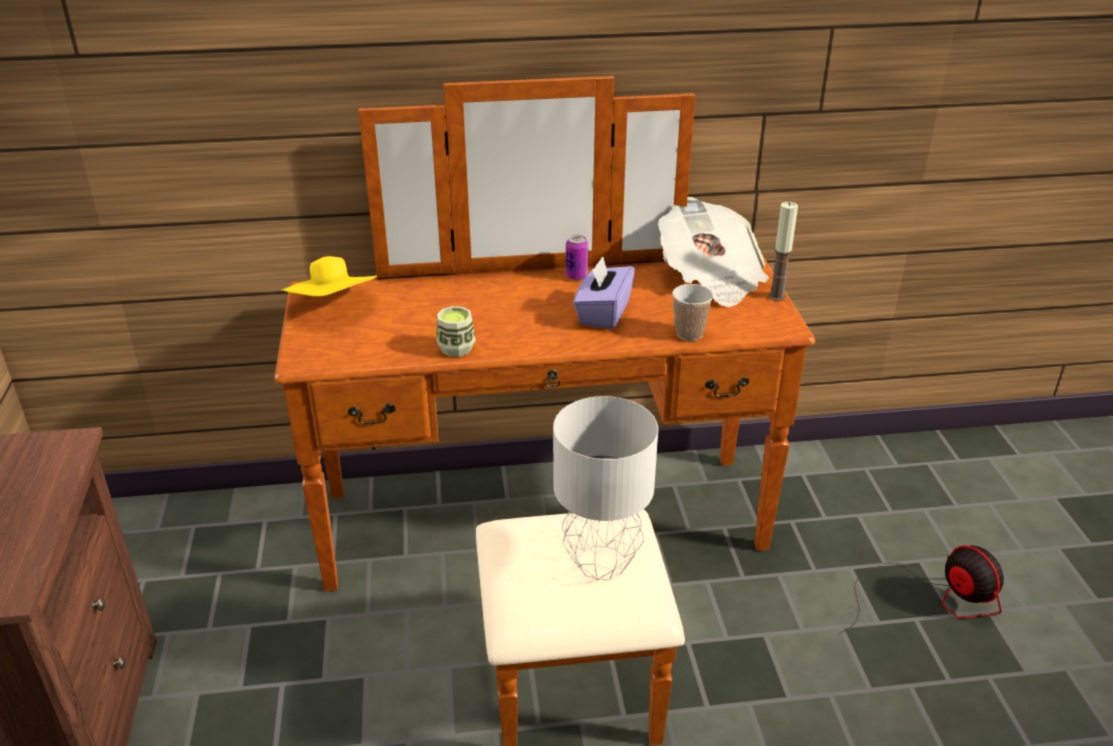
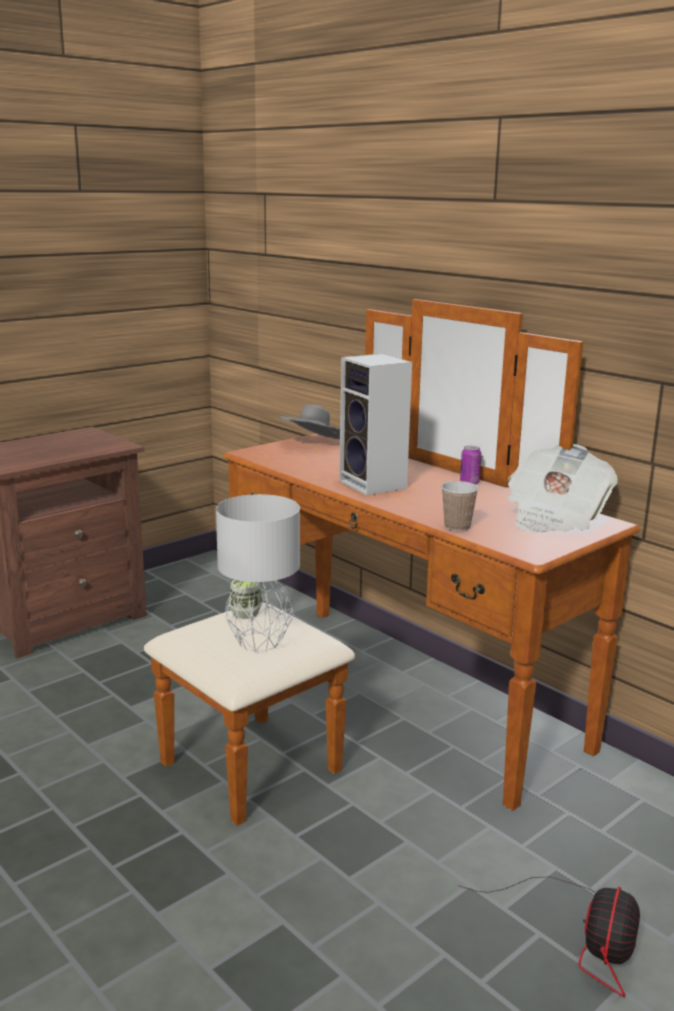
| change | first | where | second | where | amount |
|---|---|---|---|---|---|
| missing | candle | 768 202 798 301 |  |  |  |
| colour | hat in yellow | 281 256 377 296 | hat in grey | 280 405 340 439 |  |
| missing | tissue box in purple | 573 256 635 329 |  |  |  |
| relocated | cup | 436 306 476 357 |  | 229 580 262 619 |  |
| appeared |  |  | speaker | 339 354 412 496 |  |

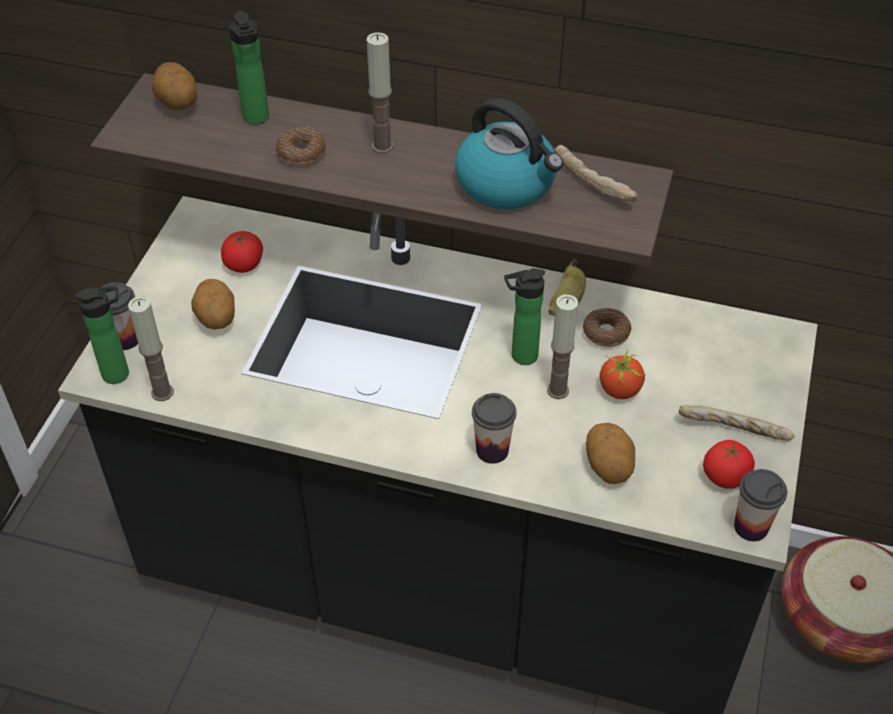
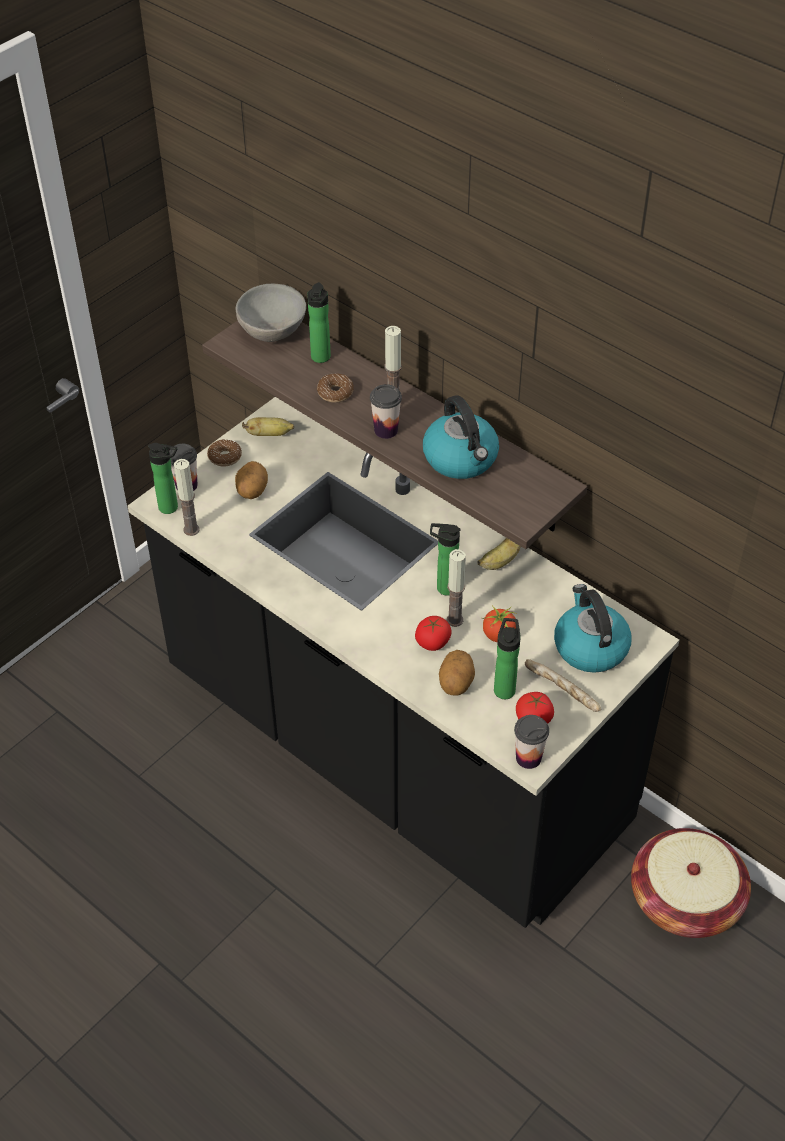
| change | first | where | second | where | amount |
|---|---|---|---|---|---|
| exchanged | potato | 152 62 197 110 | bowl in grey | 236 284 306 342 |  |
| missing | bread | 555 145 638 202 |  |  |  |
| relocated | tomato | 221 231 263 273 |  | 415 616 452 651 |  |
| relocated | donut | 583 308 632 347 |  | 207 439 242 467 |  |
| relocated | cup | 472 393 516 464 |  | 370 384 402 439 |  |
| appeared |  |  | banana | 242 417 294 436 |  |
| appeared |  |  | kettle | 554 584 631 673 |  |
| appeared |  |  | bottle | 494 618 521 699 |  |

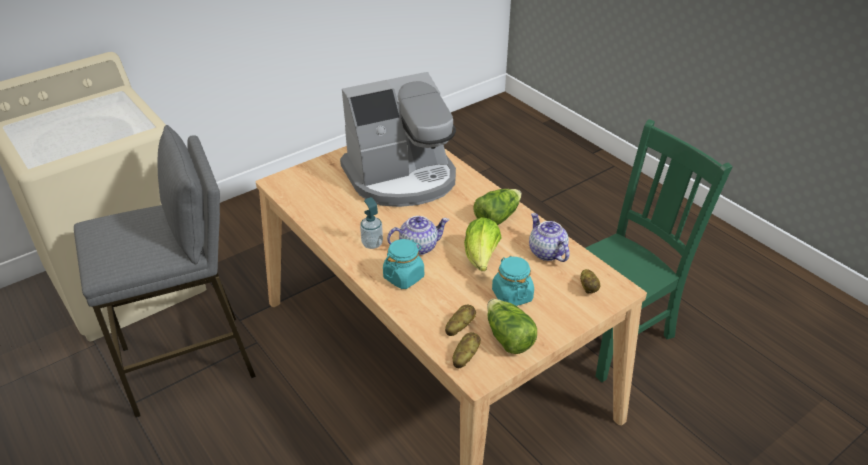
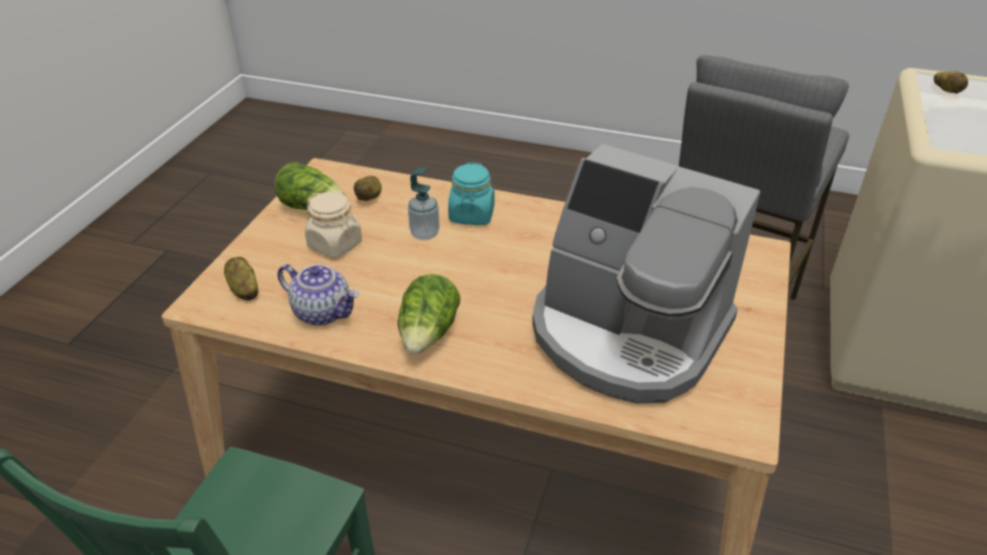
| change | first | where | second | where | amount |
|---|---|---|---|---|---|
| spun | coffee machine | 340 72 456 207 |  | 532 144 761 403 | 90 degrees counterclockwise |
| relocated | soap dispenser | 360 197 383 249 |  | 408 167 440 240 |  |
| missing | teapot | 387 216 449 255 |  |  |  |
| missing | lettuce | 464 217 501 271 |  |  |  |
| colour | jar in turquoise | 492 256 534 306 | jar in beige | 305 192 362 258 |  |
| relocated | potato | 453 332 481 368 |  | 934 71 968 94 |  |

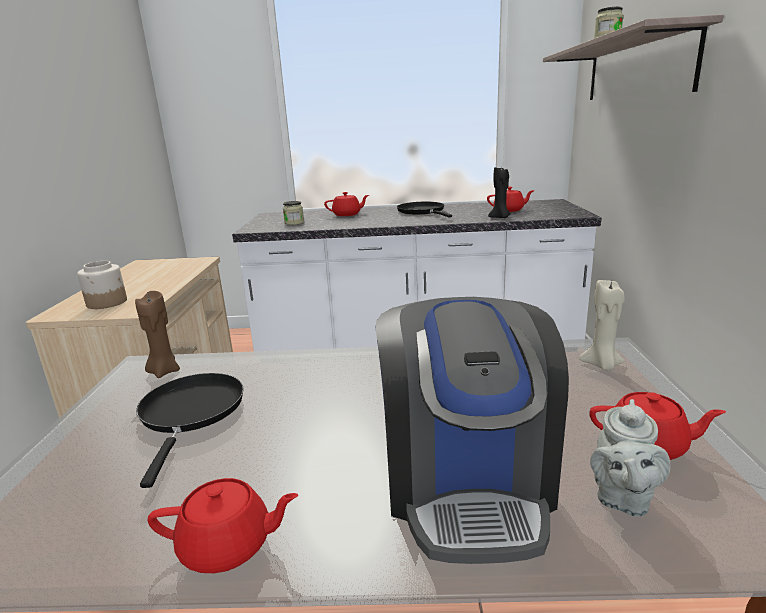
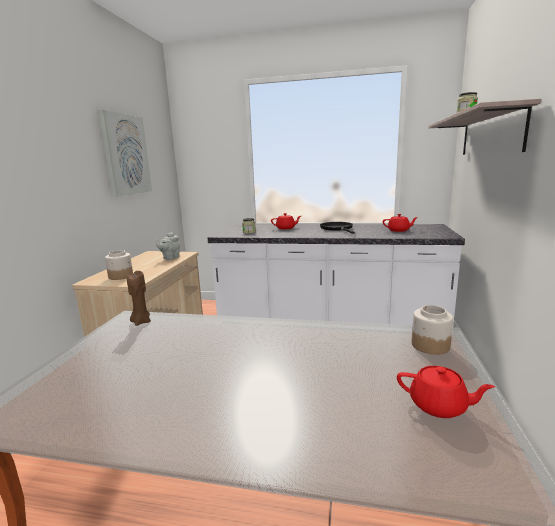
| change | first | where | second | where | amount |
|---|---|---|---|---|---|
| missing | candle in black | 488 167 511 218 |  |  |  |
| exchanged | candle in beige | 579 280 625 370 | jar | 412 305 453 355 |  |
| missing | coffee machine | 376 297 569 564 |  |  |  |
| missing | frying pan in black | 136 373 244 488 |  |  |  |
| relocated | teapot in grey | 590 399 670 517 |  | 156 232 180 260 |  |
| missing | teapot in red | 148 478 298 573 |  |  |  |
| appeared |  |  | picture | 98 110 152 197 |  |

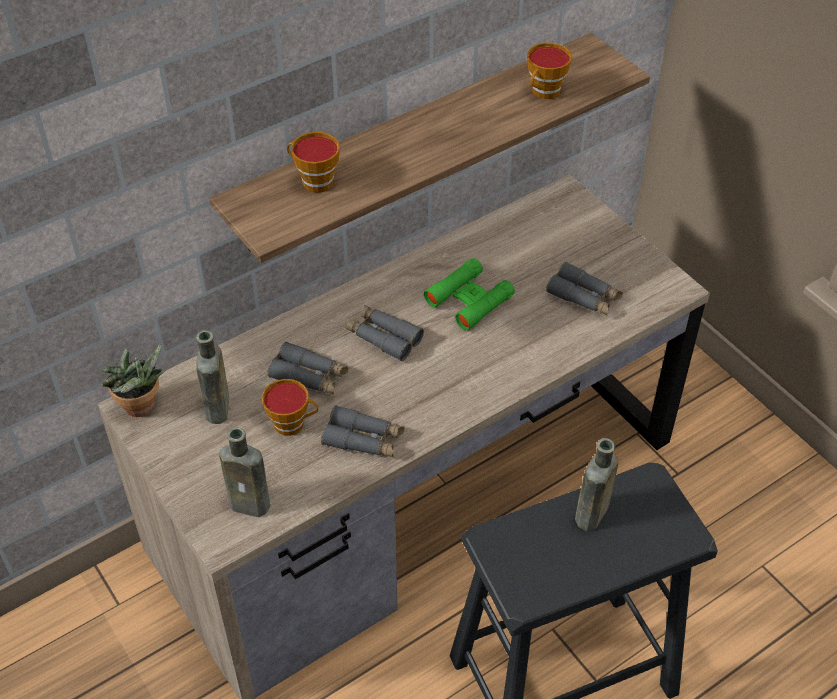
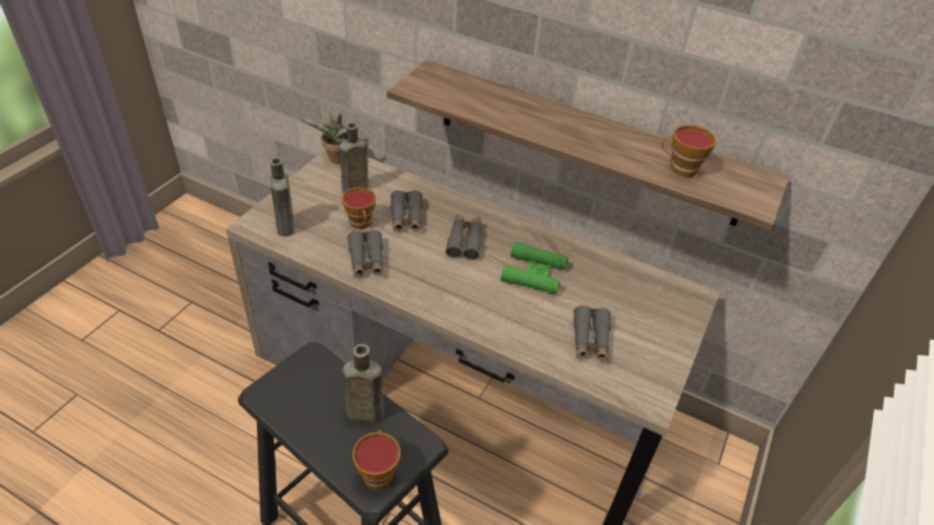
| change | first | where | second | where | amount |
|---|---|---|---|---|---|
| relocated | cup | 287 132 340 193 |  | 352 430 401 490 |  |

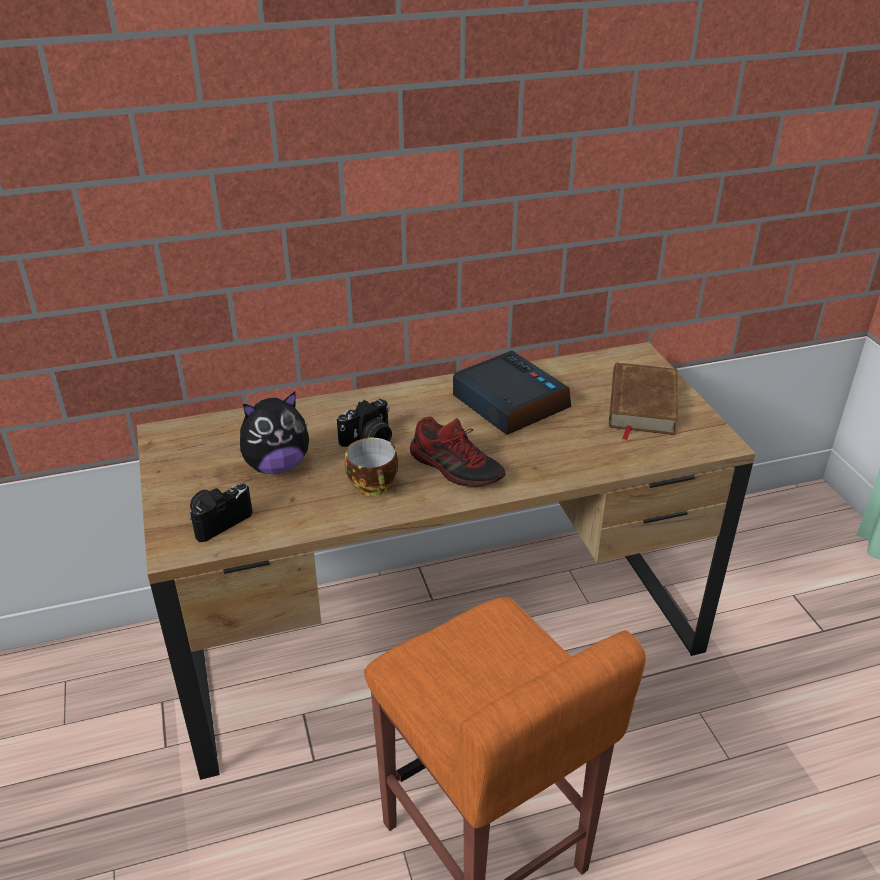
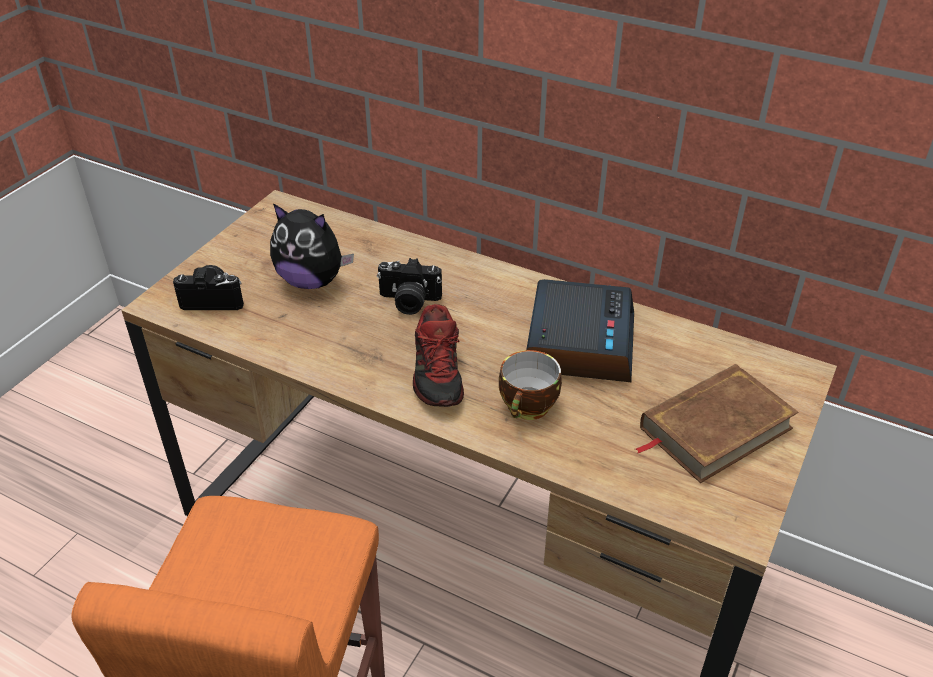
| change | first | where | second | where | amount |
|---|---|---|---|---|---|
| relocated | cup | 345 438 398 496 |  | 499 350 562 420 |  |

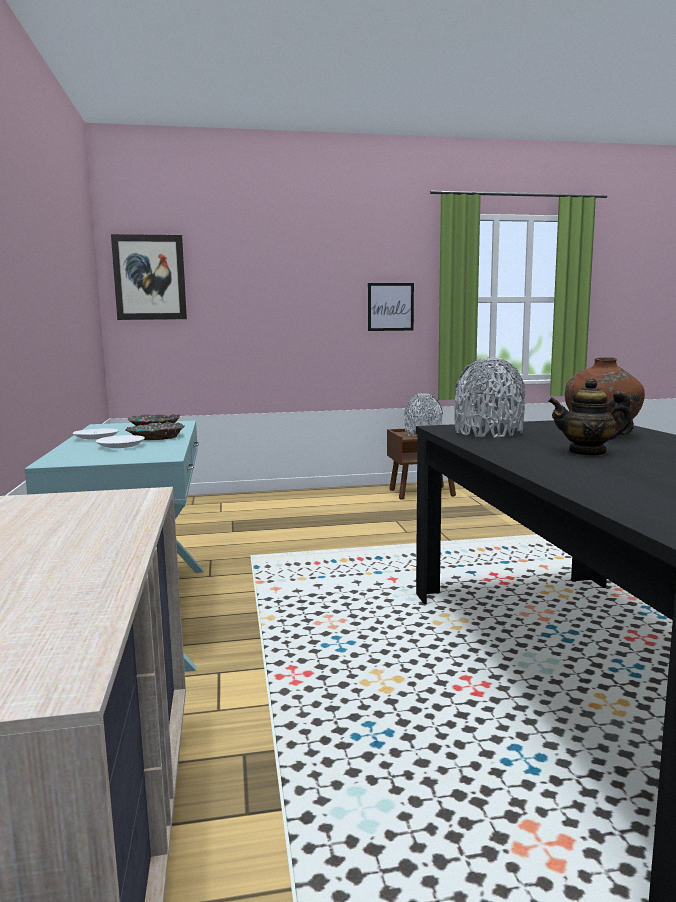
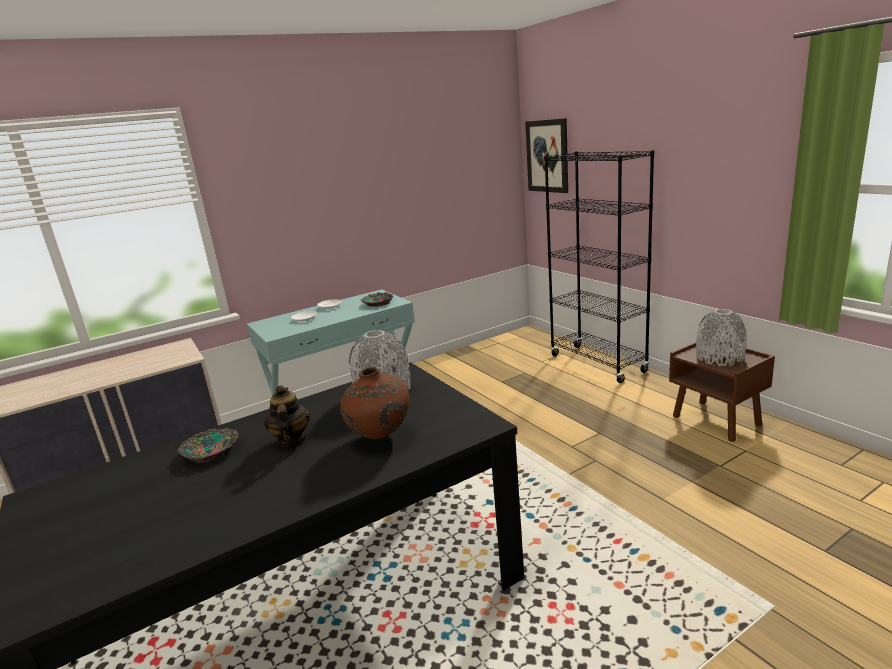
| change | first | where | second | where | amount |
|---|---|---|---|---|---|
| missing | picture | 368 283 414 331 |  |  |  |
| relocated | bowl | 126 422 185 440 |  | 177 428 239 463 |  |
| appeared |  |  | bookcase in black | 544 150 654 383 |  |

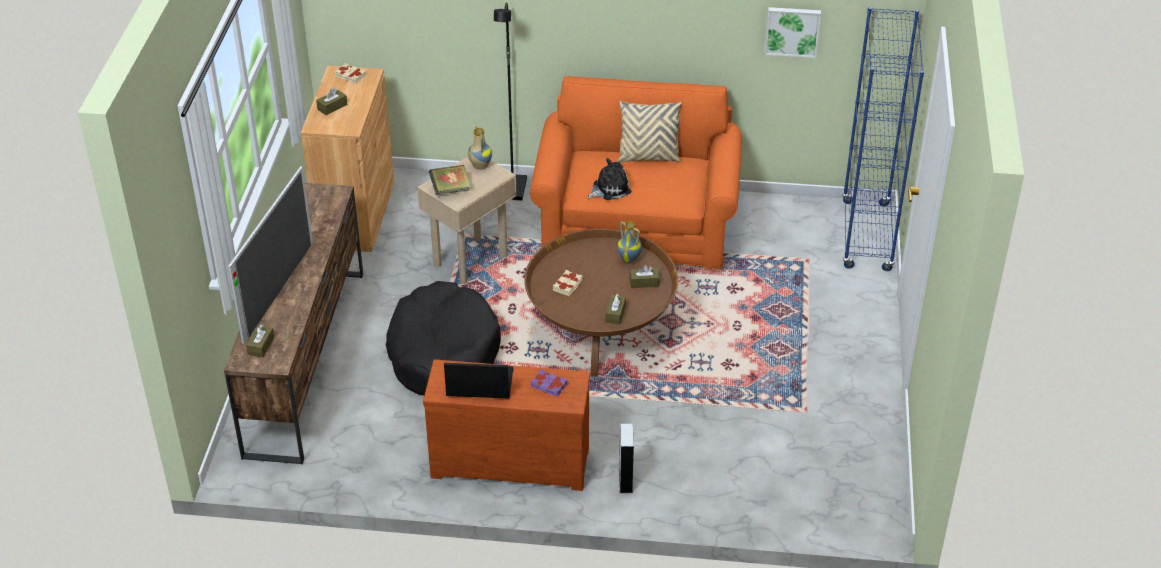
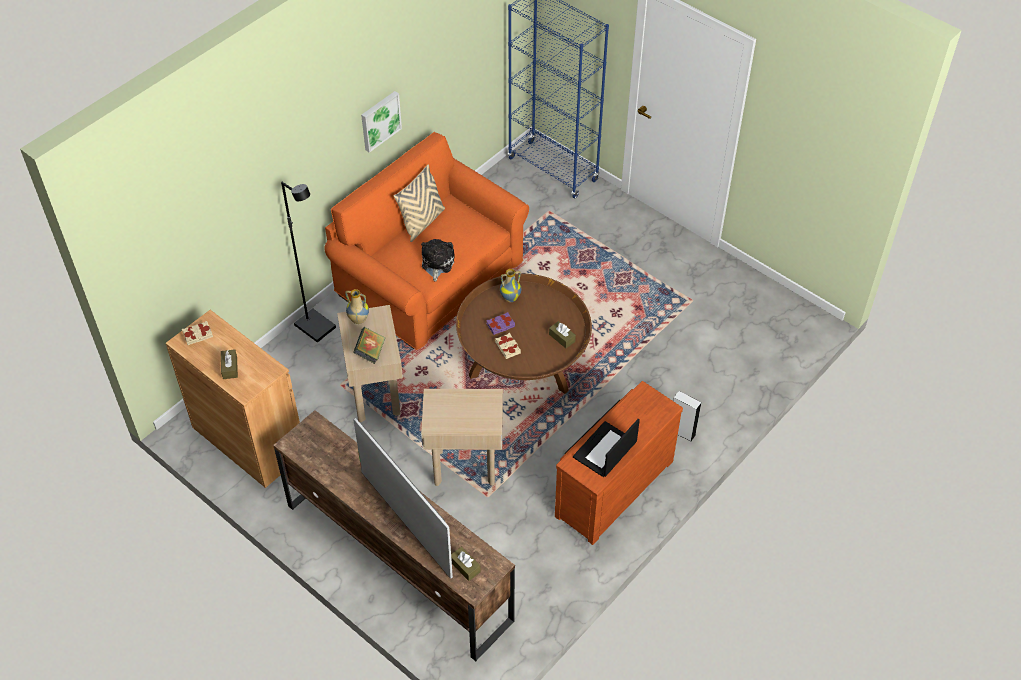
| change | first | where | second | where | amount |
|---|---|---|---|---|---|
| relocated | picture | 765 7 821 58 |  | 361 91 402 153 |  |
| missing | tissue box in brown | 629 265 660 288 |  |  |  |
| exchanged | dog bed in black | 386 281 501 396 | side table in beige | 421 389 503 486 |  |
| relocated | book in purple | 531 369 567 397 |  | 486 312 515 335 |  |

